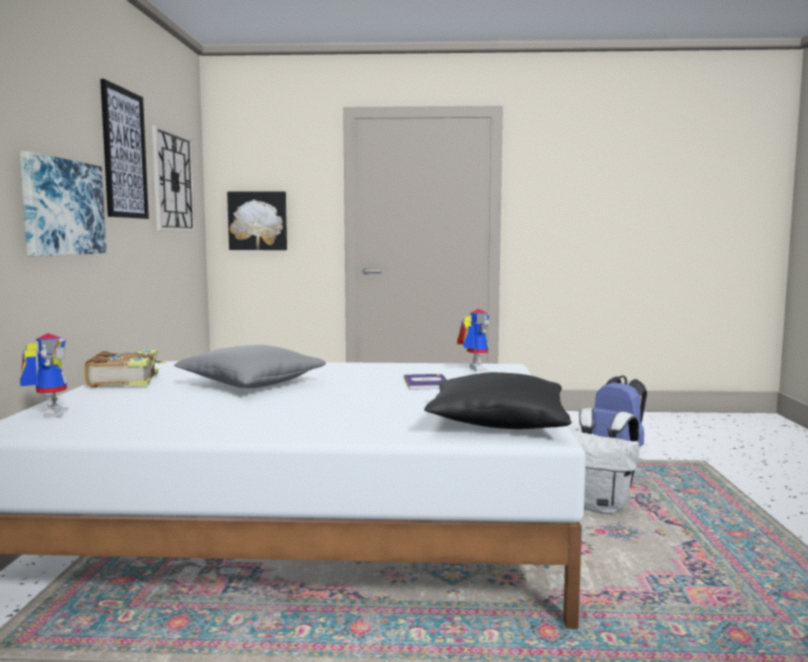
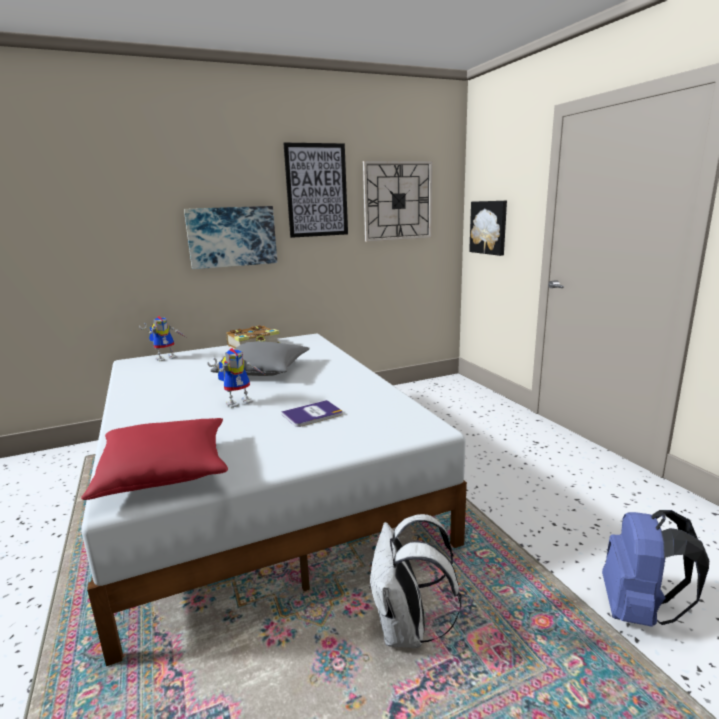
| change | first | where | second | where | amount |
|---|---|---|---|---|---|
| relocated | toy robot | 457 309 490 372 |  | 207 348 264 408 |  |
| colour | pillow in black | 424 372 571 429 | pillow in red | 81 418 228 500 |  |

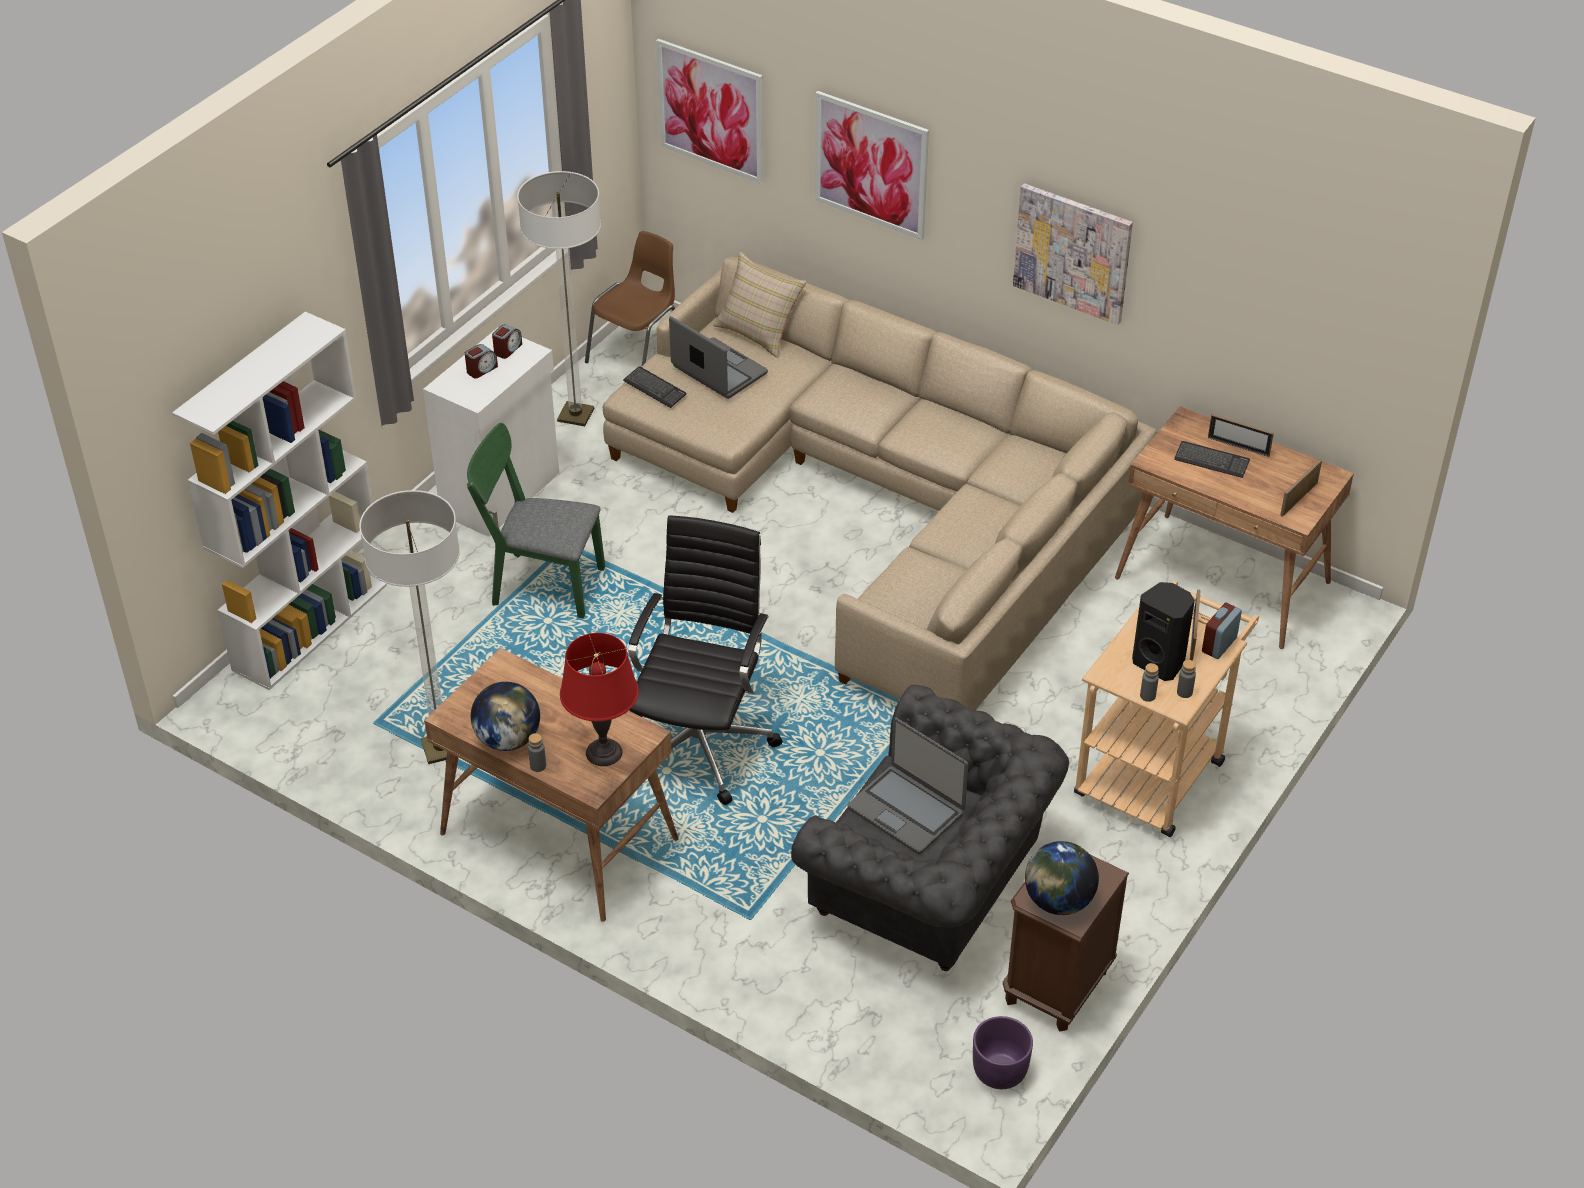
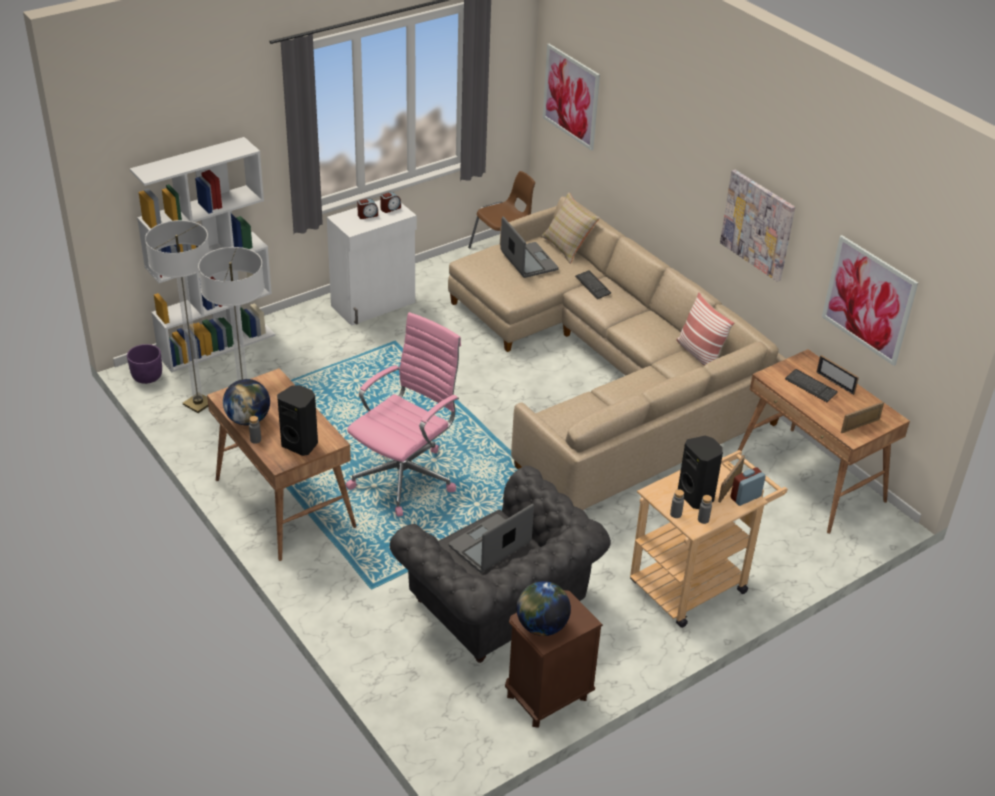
| change | first | where | second | where | amount |
|---|---|---|---|---|---|
| relocated | picture | 815 91 929 240 |  | 822 235 918 366 |  |
| relocated | floor lamp | 517 171 601 426 |  | 145 220 209 413 |  |
| relocated | keyboard | 623 366 687 408 |  | 575 271 611 299 |  |
| missing | chair in green | 467 423 605 618 |  |  |  |
| colour | office chair in black | 628 515 782 805 | office chair in pink | 346 312 461 517 |  |
| exchanged | table lamp in red | 560 633 639 766 | speaker in black | 277 385 318 456 |  |
| spun | laptop | 848 717 969 854 |  | 449 504 534 572 | 75 degrees clockwise |
| relocated | planter in purple | 973 1016 1033 1089 |  | 127 344 162 384 |  |
| appeared |  |  | pillow | 676 292 734 366 |  |

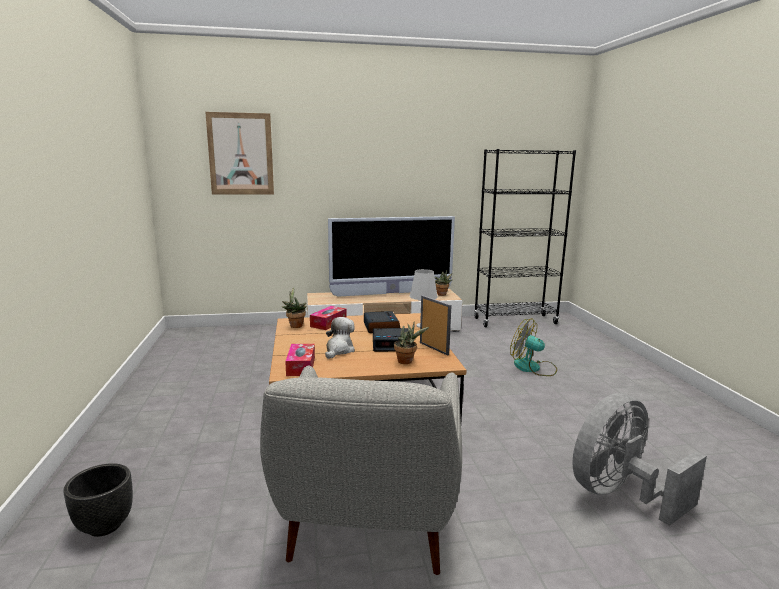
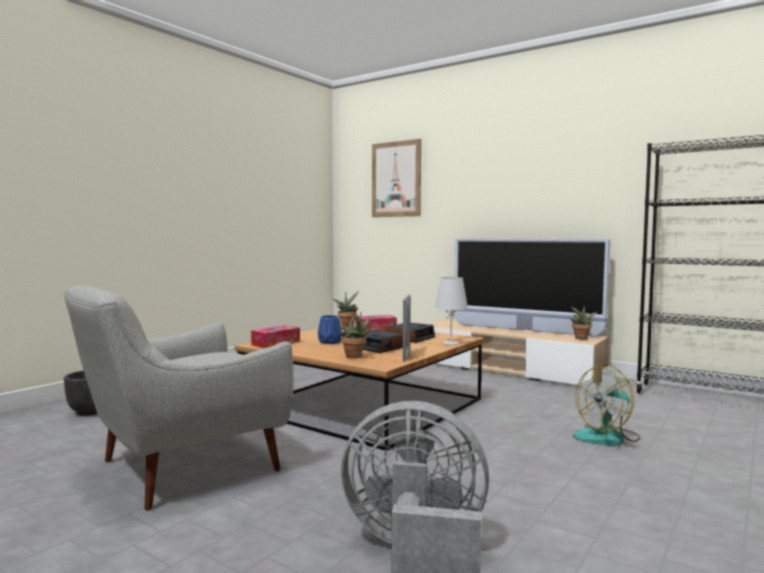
| change | first | where | second | where | amount |
|---|---|---|---|---|---|
| exchanged | plush toy | 325 317 355 359 | vase in blue | 318 315 342 344 |  |
| spun | fan | 510 319 557 376 |  | 573 364 641 446 | 105 degrees counterclockwise |

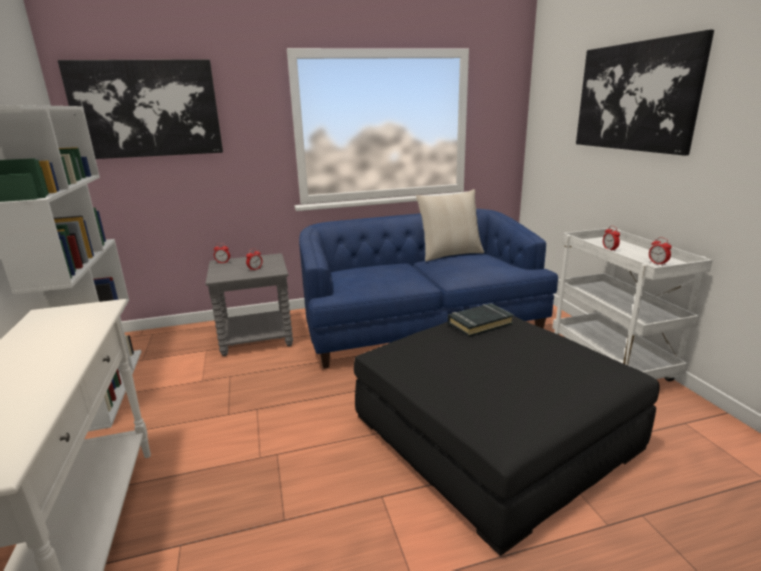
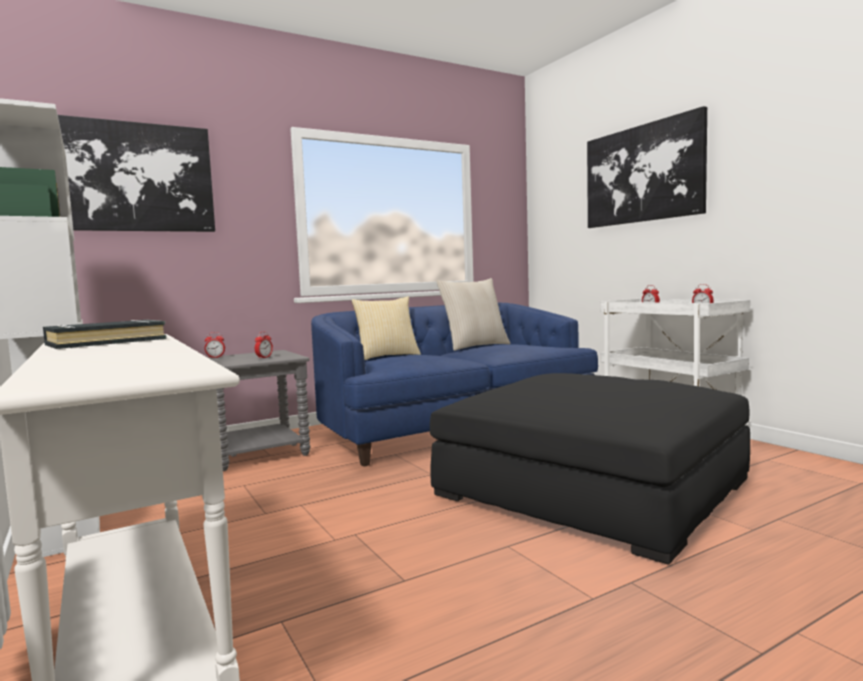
| change | first | where | second | where | amount |
|---|---|---|---|---|---|
| relocated | book in black | 448 303 514 337 |  | 43 320 167 349 |  |
| appeared |  |  | pillow | 351 296 421 360 |  |

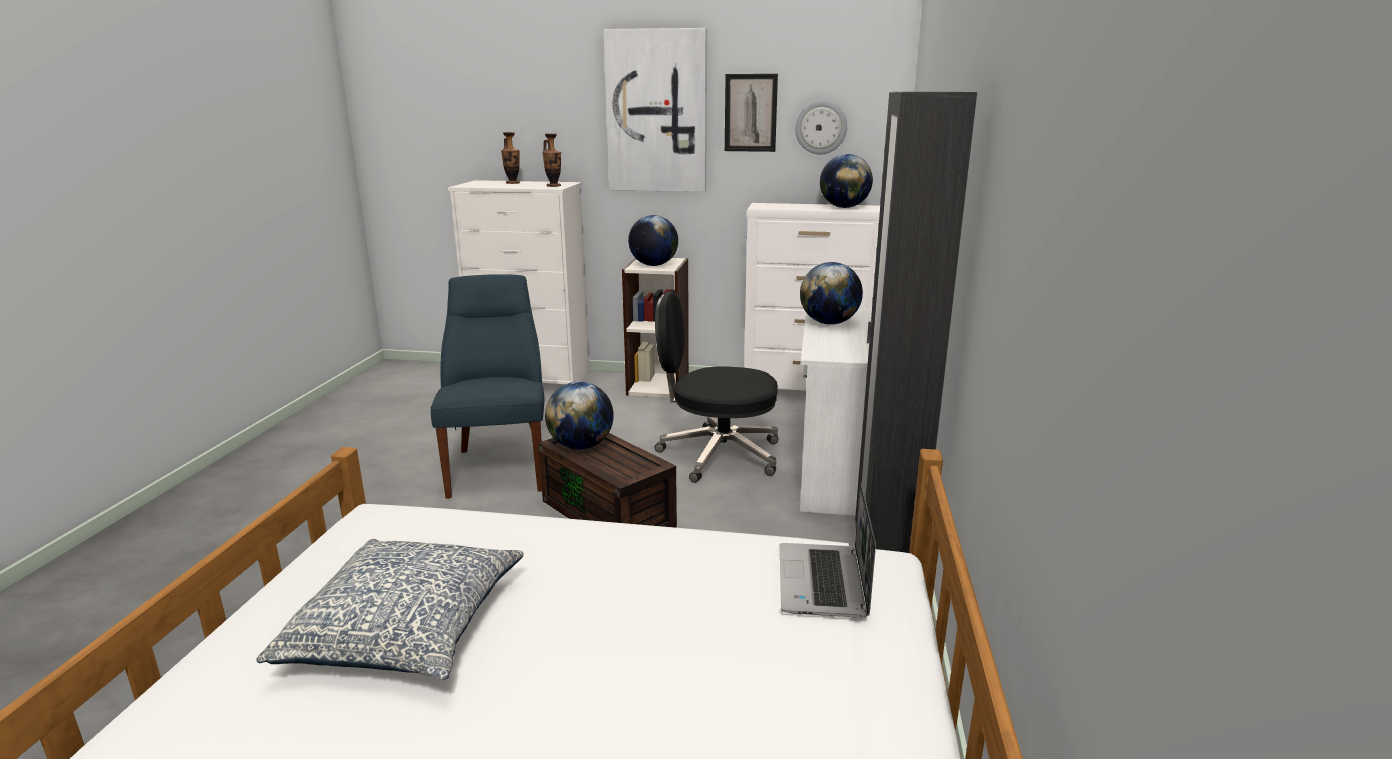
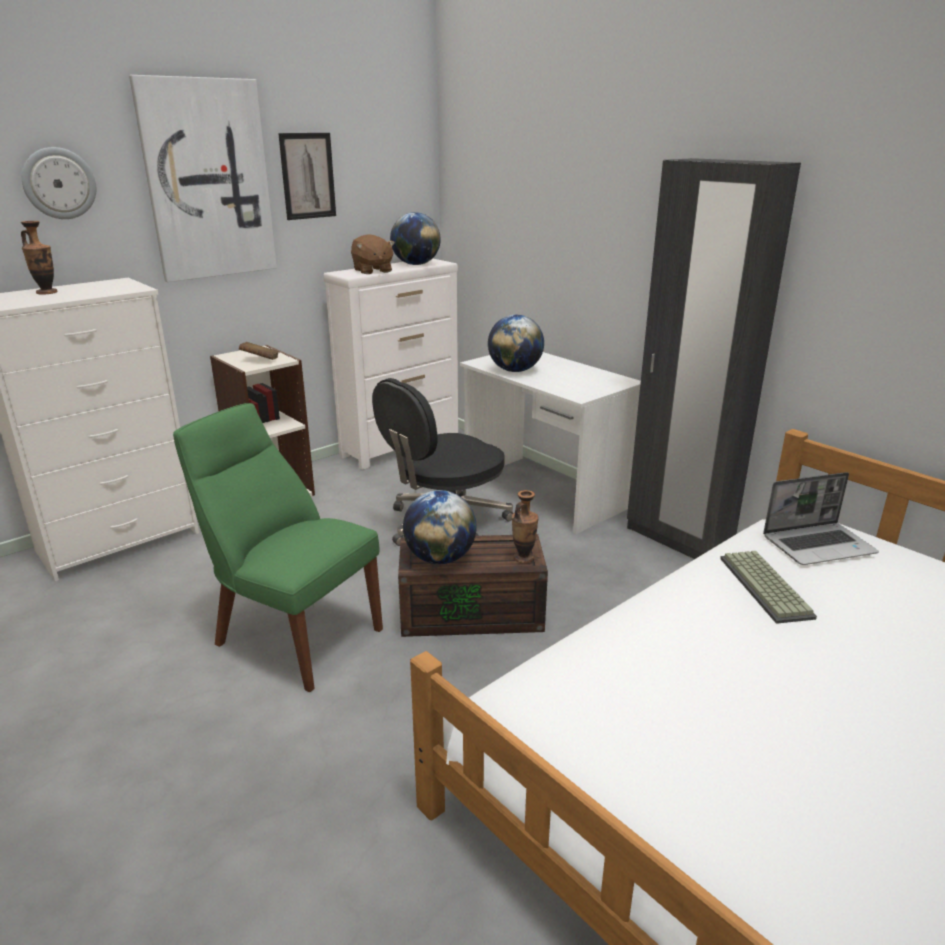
| change | first | where | second | where | amount |
|---|---|---|---|---|---|
| relocated | wall clock | 795 101 847 155 |  | 22 147 96 219 |  |
| relocated | vase | 542 133 561 187 |  | 512 490 539 563 |  |
| exchanged | globe | 628 215 678 266 | book in brown | 239 342 279 360 |  |
| colour | chair in blue | 431 274 545 498 | chair in green | 173 403 383 692 |  |
| spun | laptop | 780 483 876 618 |  | 763 472 879 565 | 60 degrees counterclockwise |
| missing | pillow | 256 539 524 680 |  |  |  |
| appeared |  |  | plush toy in brown | 351 234 395 274 |  |
| appeared |  |  | keyboard | 720 551 817 624 |  |

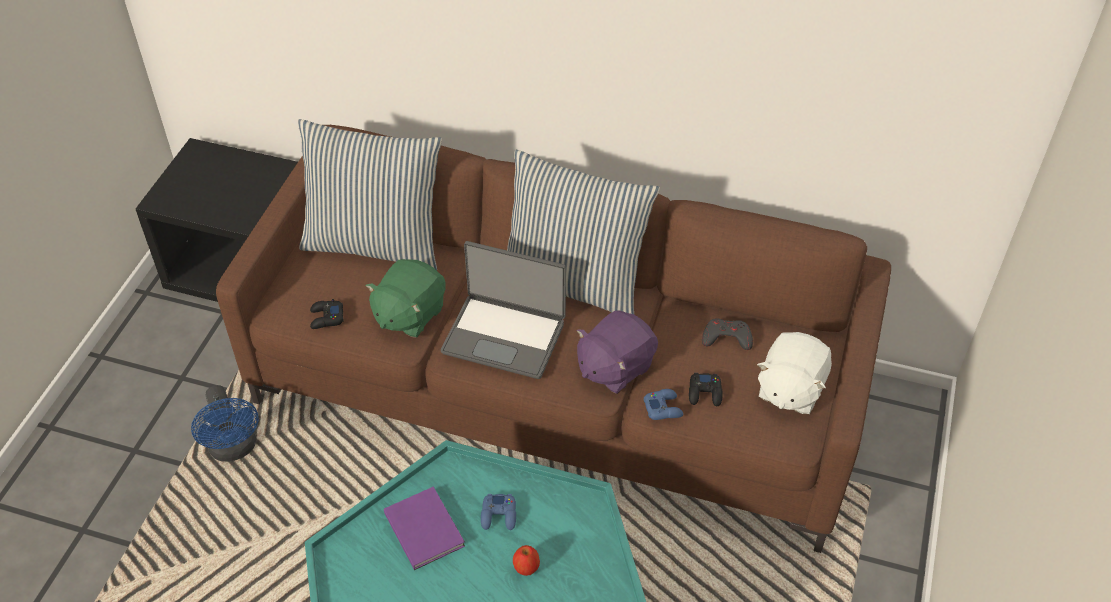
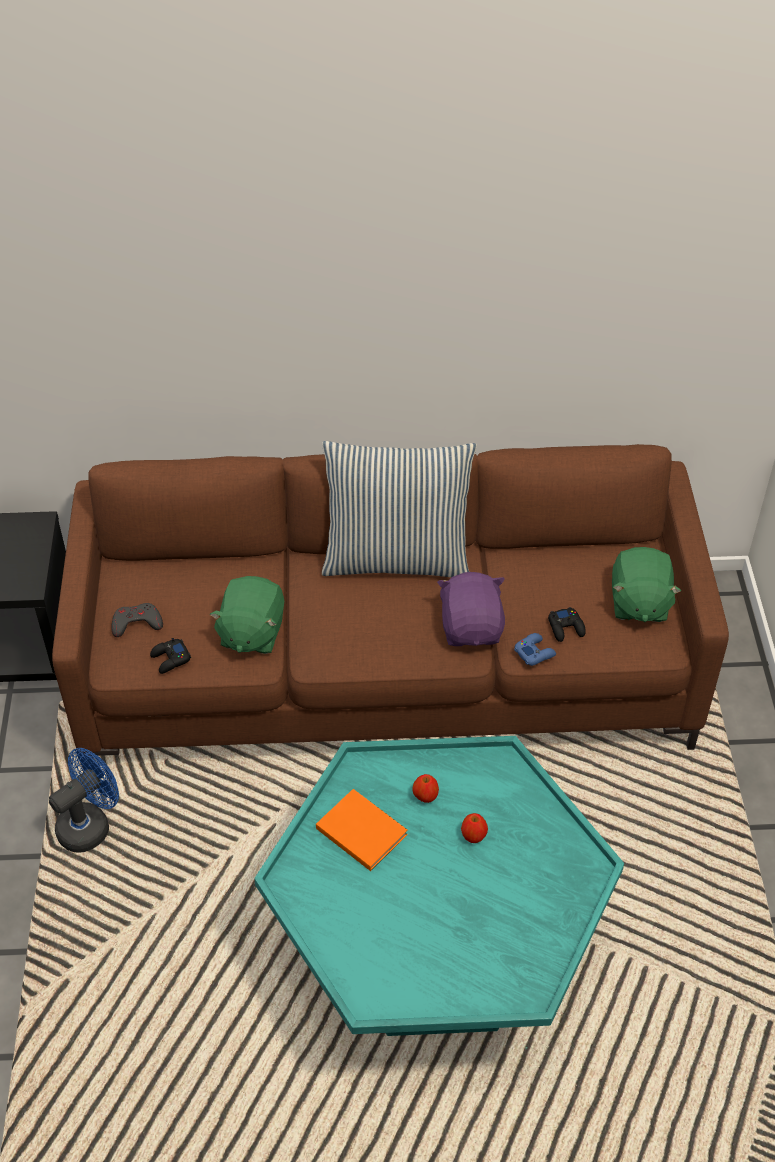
| change | first | where | second | where | amount |
|---|---|---|---|---|---|
| missing | pillow | 298 119 442 270 |  |  |  |
| missing | laptop | 441 241 566 379 |  |  |  |
| spun | plush toy in purple | 576 310 658 394 |  | 437 572 505 646 | 150 degrees clockwise |
| relocated | game controller in grey | 702 318 753 350 |  | 111 603 163 637 |  |
| colour | plush toy in white | 757 332 832 414 | plush toy in green | 612 547 681 622 |  |
| spun | fan in blue | 191 385 259 462 |  | 49 748 119 853 | 90 degrees counterclockwise |
| colour | book in purple | 384 487 465 570 | book in orange | 316 789 408 871 |  |
| exchanged | game controller in blue | 481 494 516 530 | apple | 412 774 439 803 |  |

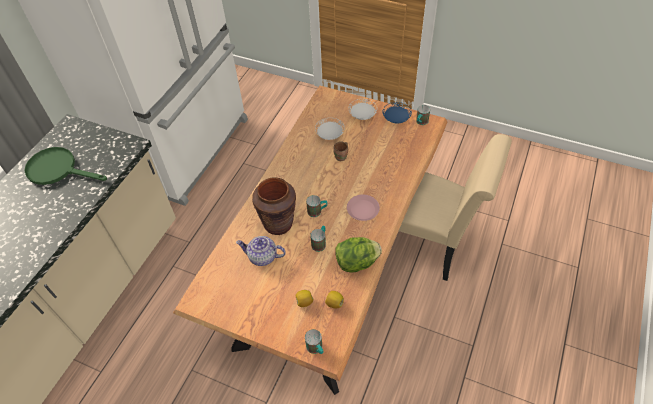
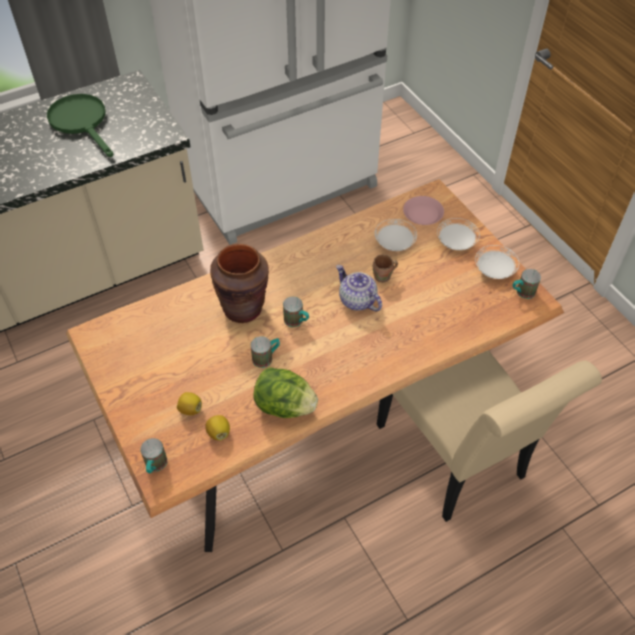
| change | first | where | second | where | amount |
|---|---|---|---|---|---|
| colour | plate in blue | 383 102 412 123 | plate in white | 475 245 519 279 |  |
| relocated | plate in pink | 347 195 380 221 |  | 403 196 444 225 |  |
| relocated | teapot | 236 236 286 266 |  | 336 265 382 311 |  |

